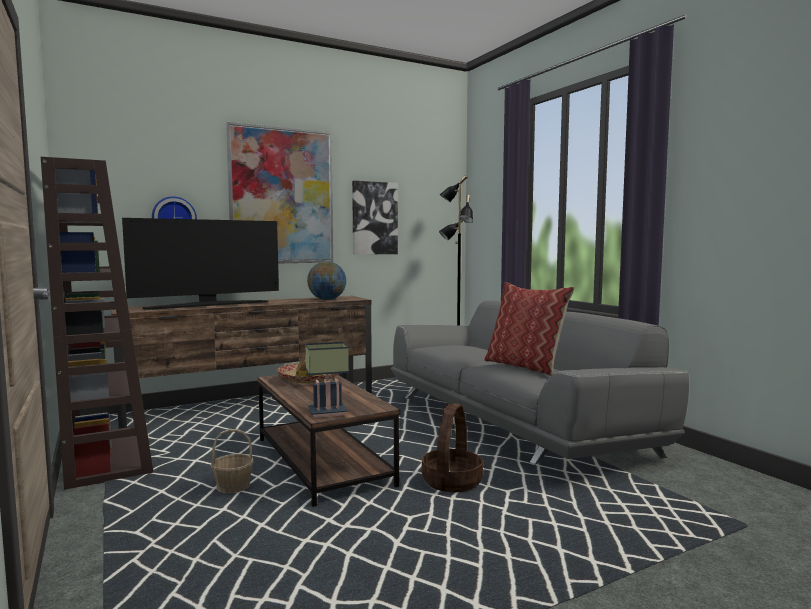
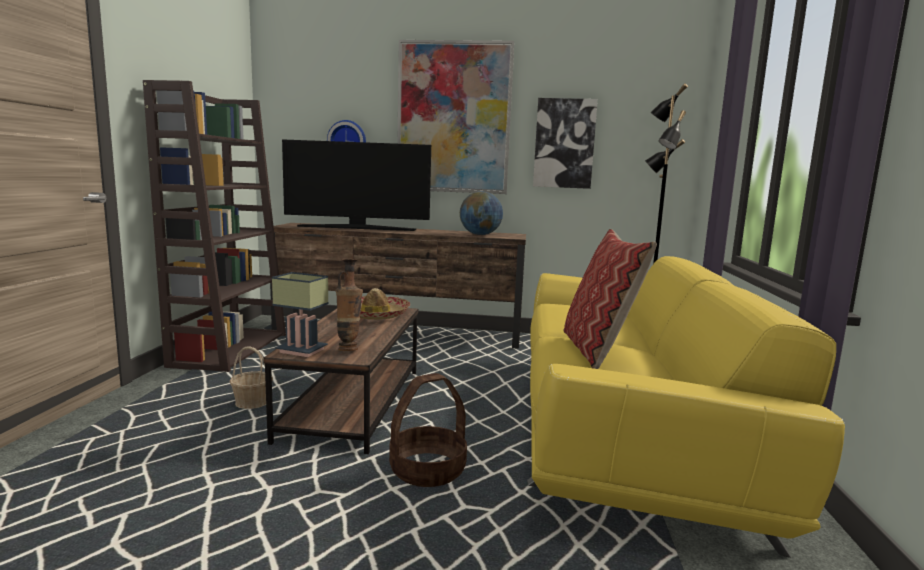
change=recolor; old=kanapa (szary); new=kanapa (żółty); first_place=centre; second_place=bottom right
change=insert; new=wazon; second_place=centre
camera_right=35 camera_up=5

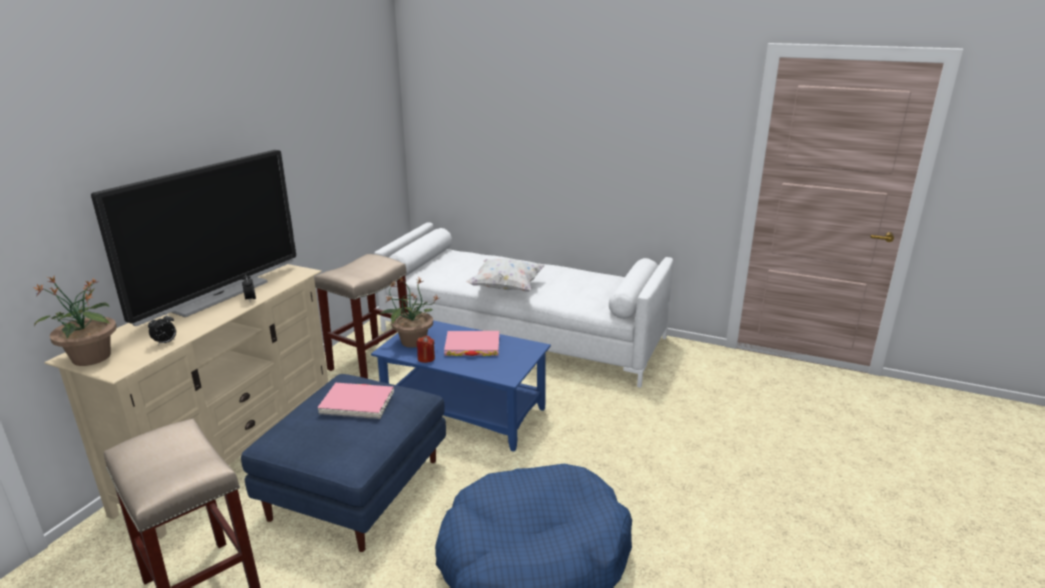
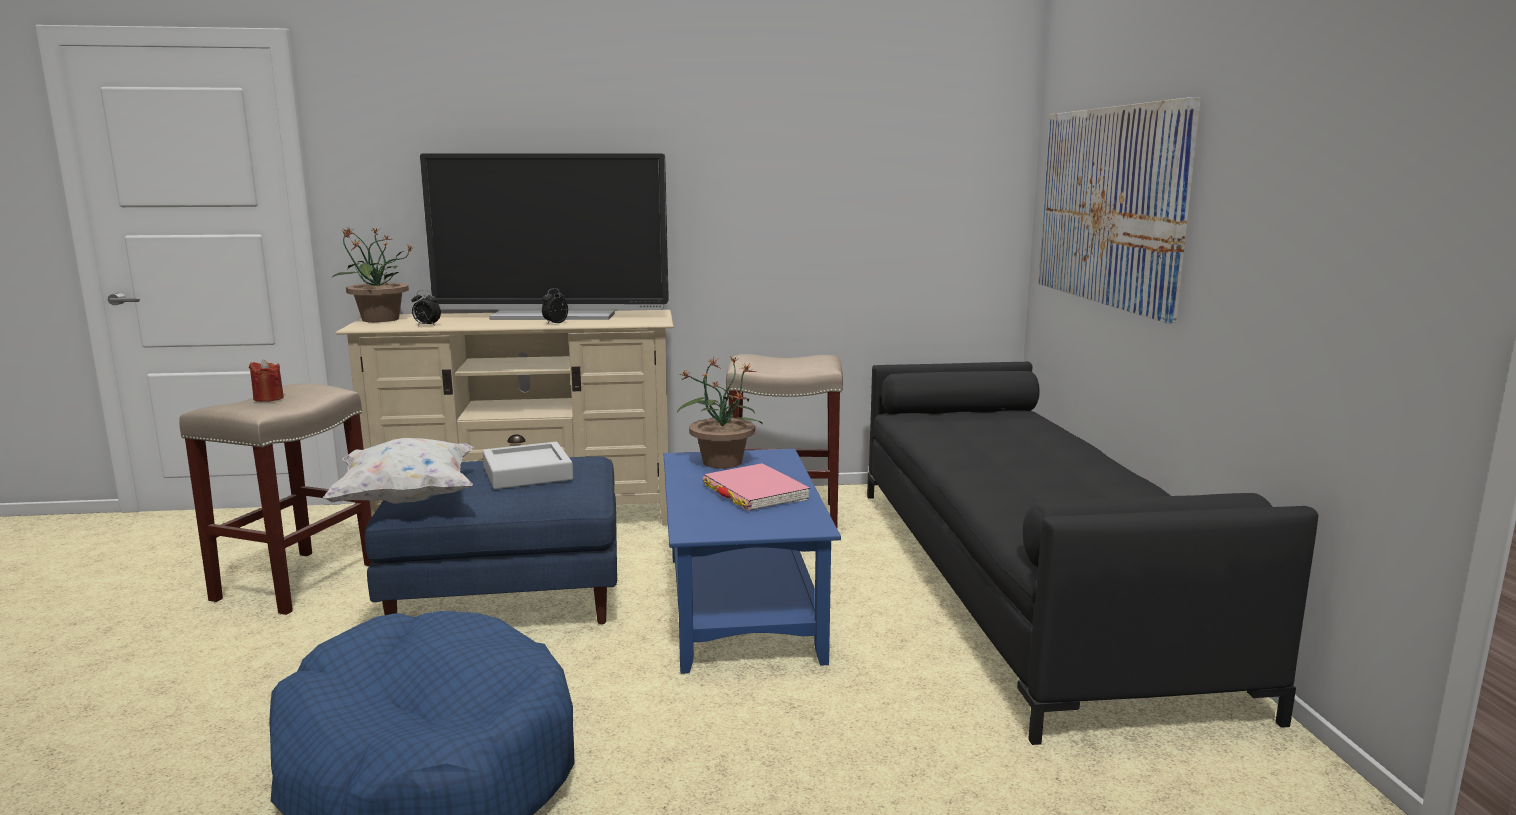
change=replace; old=książka (różowy) (1st from left); new=taca (szary); first_place=bottom centre; second_place=centre
change=recolor; old=kanapa (biały); new=kanapa (czarny); first_place=centre; second_place=bottom right
change=move; old=świeca (czerwony); first_place=centre; second_place=middle left
change=move; old=poduszka (biały); first_place=centre; second_place=middle left
change=insert; new=obraz; second_place=top right
camera_right=60 camera_up=-10

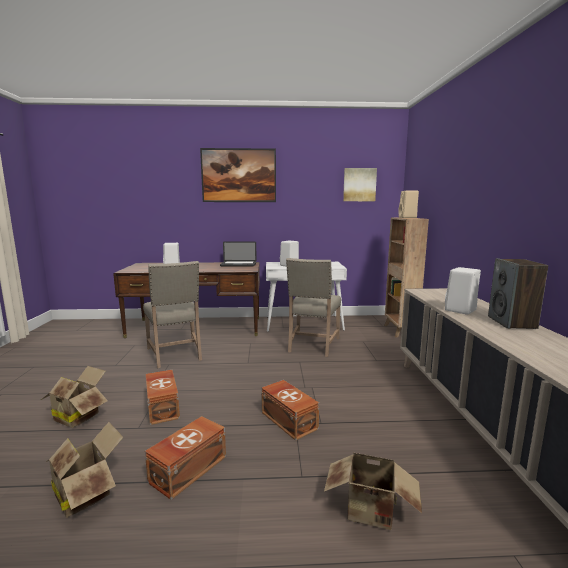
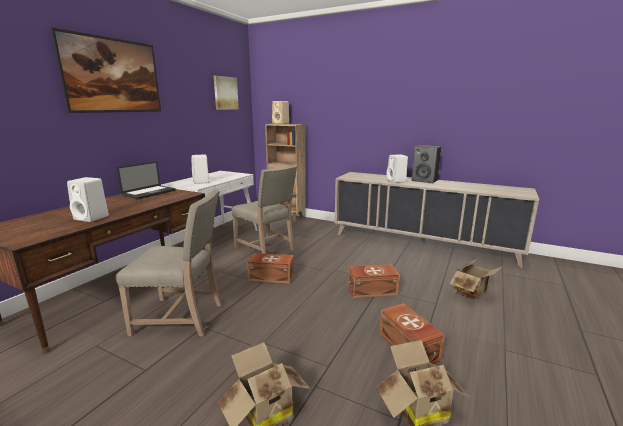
change=move; old=pojemnik do przechowywania (brązowy) (1st from left); first_place=bottom left; second_place=centre
camera_right=-60 camera_up=5

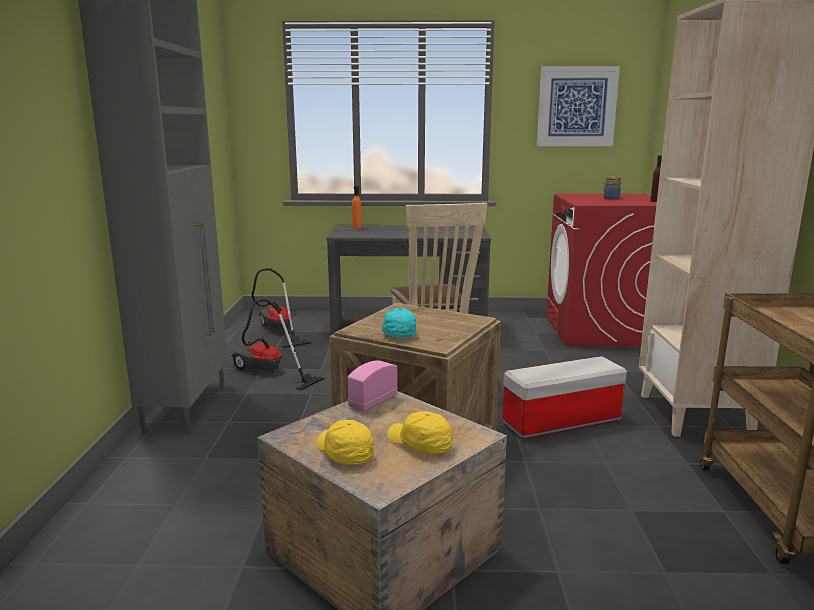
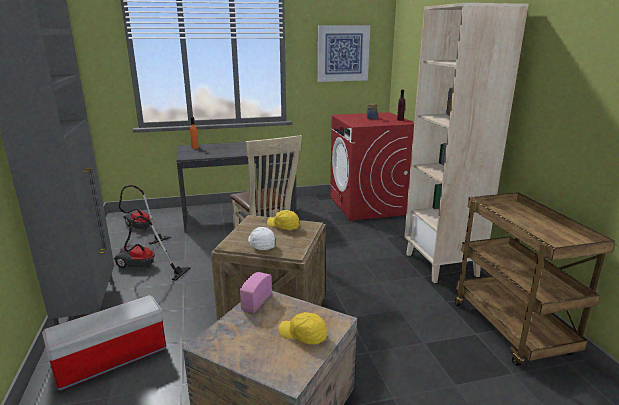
change=move; old=czapka z daszkiem (żółty) (1st from left); first_place=bottom centre; second_place=centre
change=recolor; old=czapka z daszkiem (turkusowy); new=czapka z daszkiem (biały); first_place=centre; second_place=centre
change=move; old=pojemnik do przechowywania; first_place=middle right; second_place=bottom left
camera_right=-15 camera_up=5

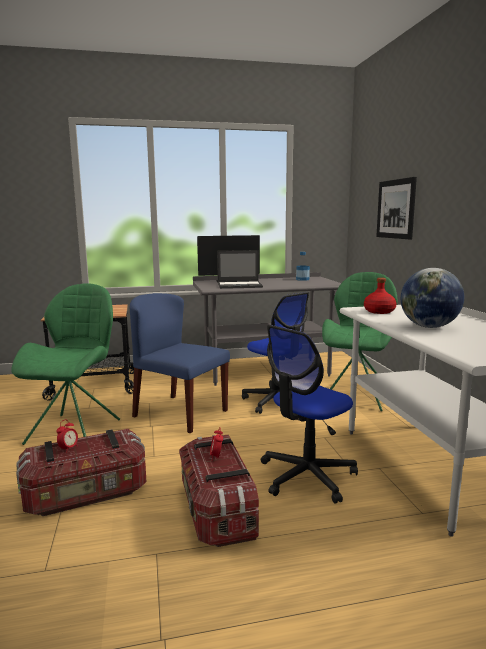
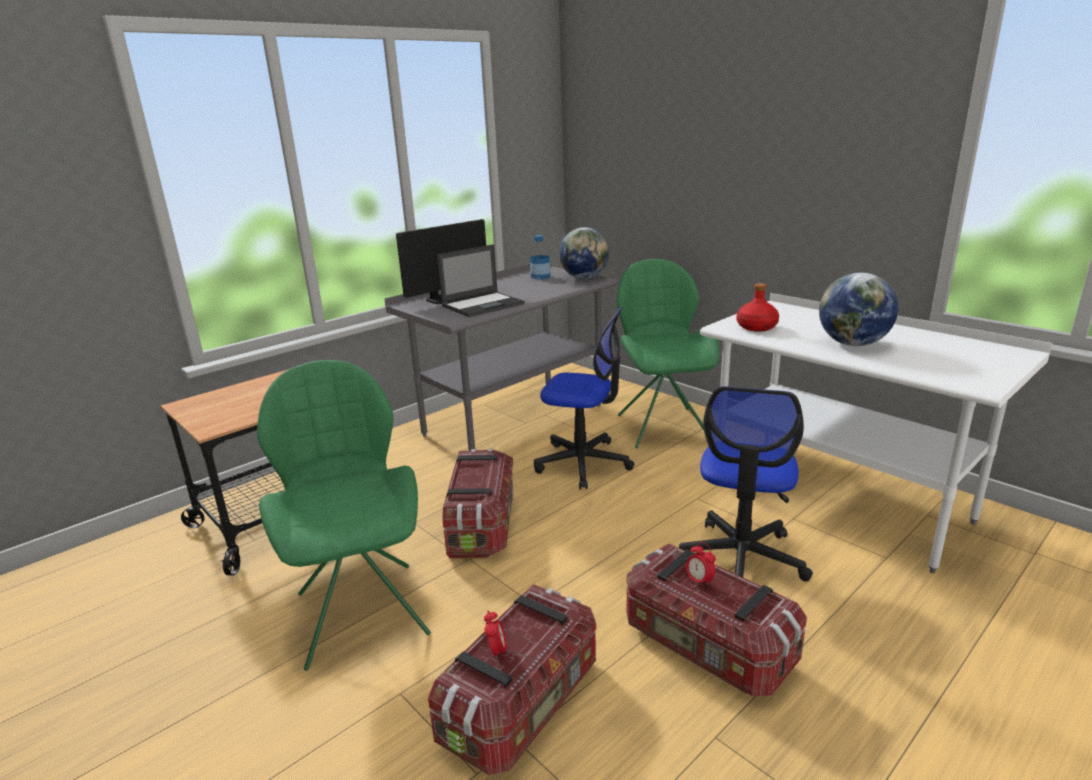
change=replace; old=krzesło (niebieski); new=pojemnik do przechowywania (1st from left); first_place=centre; second_place=centre
change=delete; old=obraz; first_place=top right
change=insert; new=globus (1st from left); second_place=top centre
camera_right=-30 camera_up=10

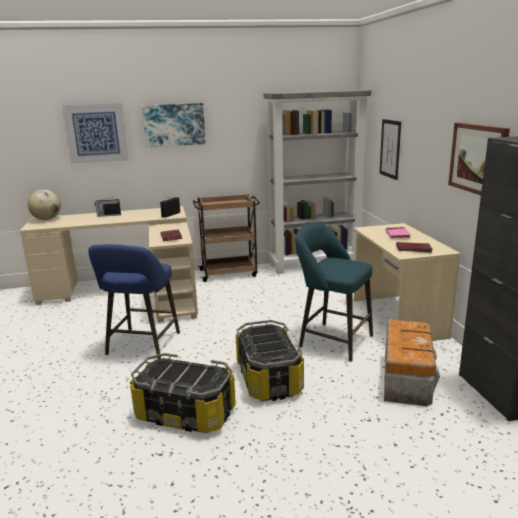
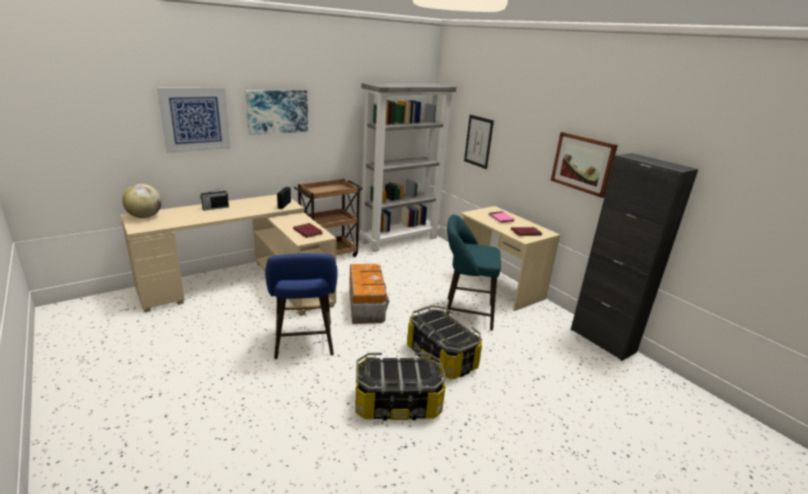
change=move; old=pojemnik do przechowywania (3rd from left in the first image); new=pojemnik do przechowywania (1st from left); first_place=bottom right; second_place=centre
camera_right=-25 camera_up=5

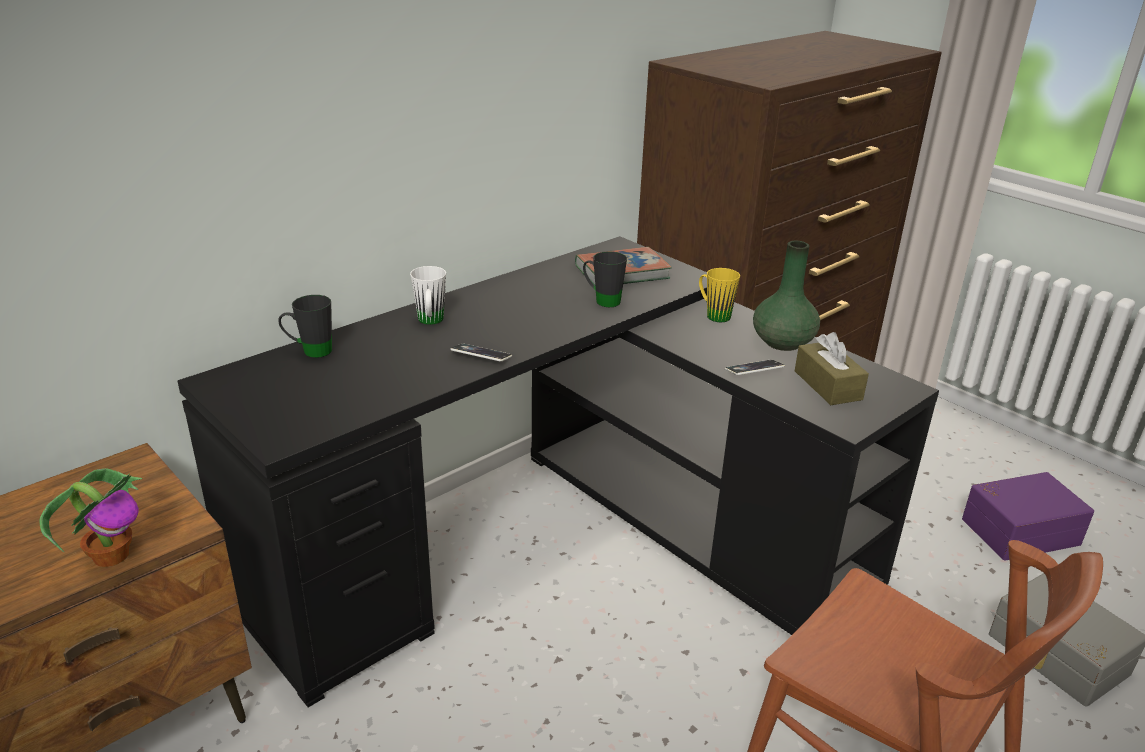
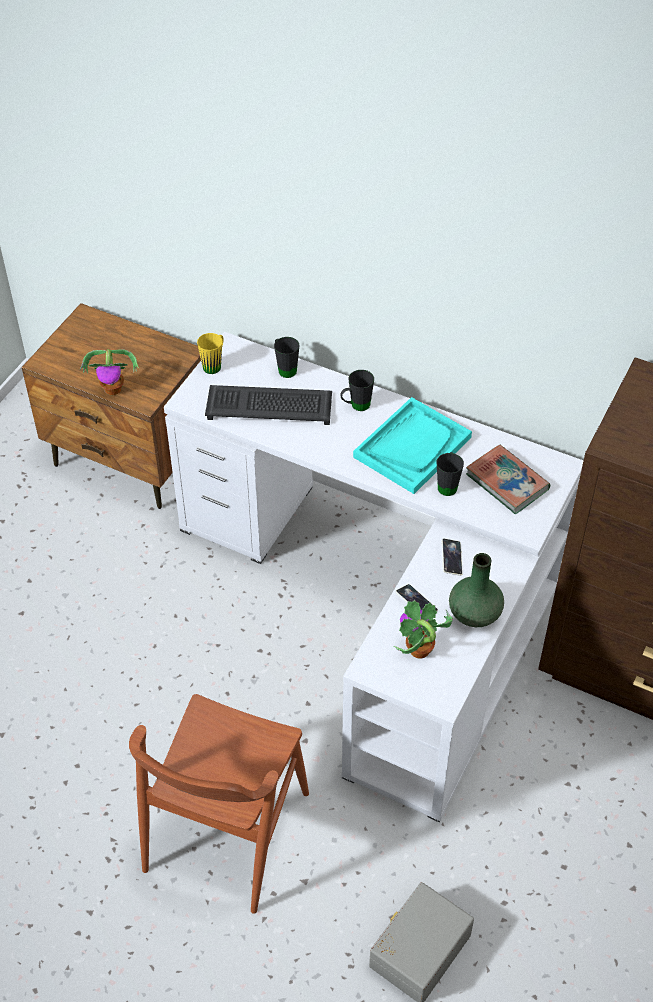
change=recolor; old=biurko (czarny); new=biurko (biały); first_place=centre; second_place=centre
change=recolor; old=kubek (biały); new=kubek (czarny) (2nd from left); first_place=centre; second_place=centre
change=move; old=telefon (1st from left in the first image); new=telefon (2nd from left); first_place=centre; second_place=middle right
change=move; old=kubek (żółty); first_place=centre; second_place=middle left
change=replace; old=pudełko chusteczek (brązowy); new=roślina doniczkowa (2nd from left); first_place=middle right; second_place=centre
change=delete; old=pojemnik do przechowywania (fioletowy); first_place=bottom right
change=insert; new=klawiatura; second_place=centre
change=insert; new=taca (turkusowy); second_place=centre
camera_right=70 camera_up=20

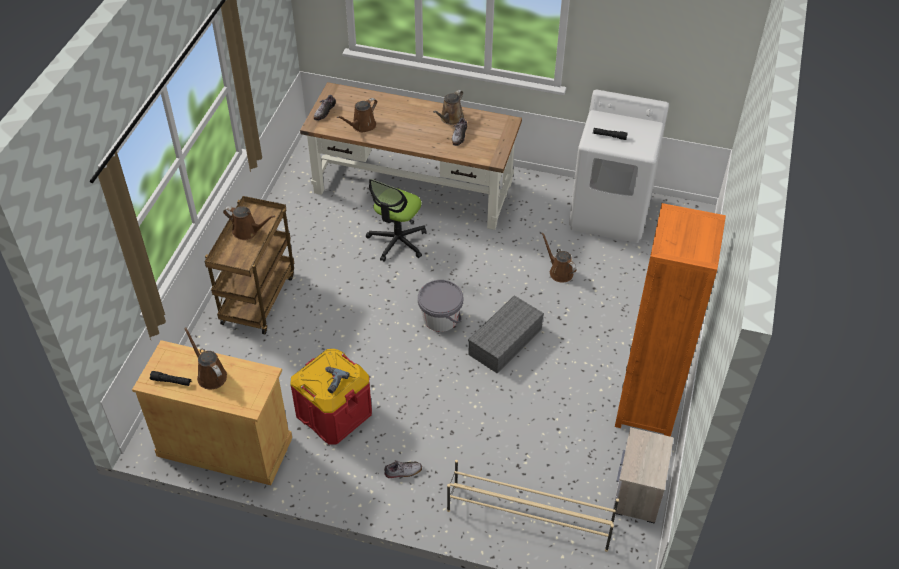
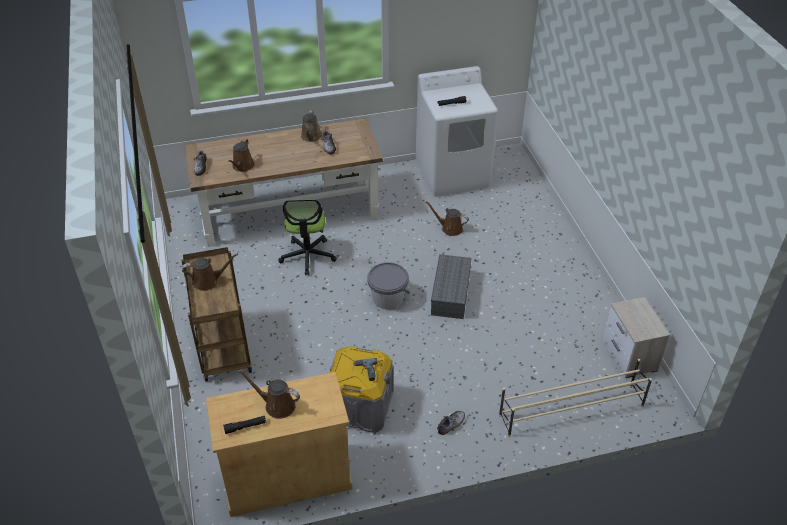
change=recolor; old=pojemnik do przechowywania (czerwony); new=pojemnik do przechowywania (szary) (1st from left); first_place=bottom centre; second_place=bottom centre
change=delete; old=regał (pomarańczowy); first_place=middle right
camera_right=-30 camera_up=-5

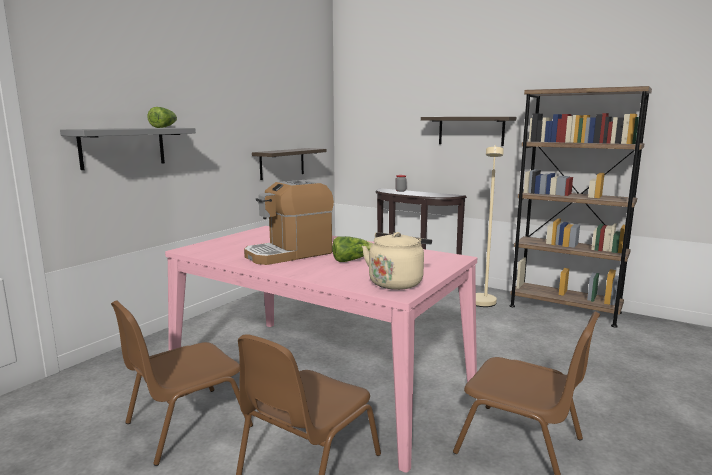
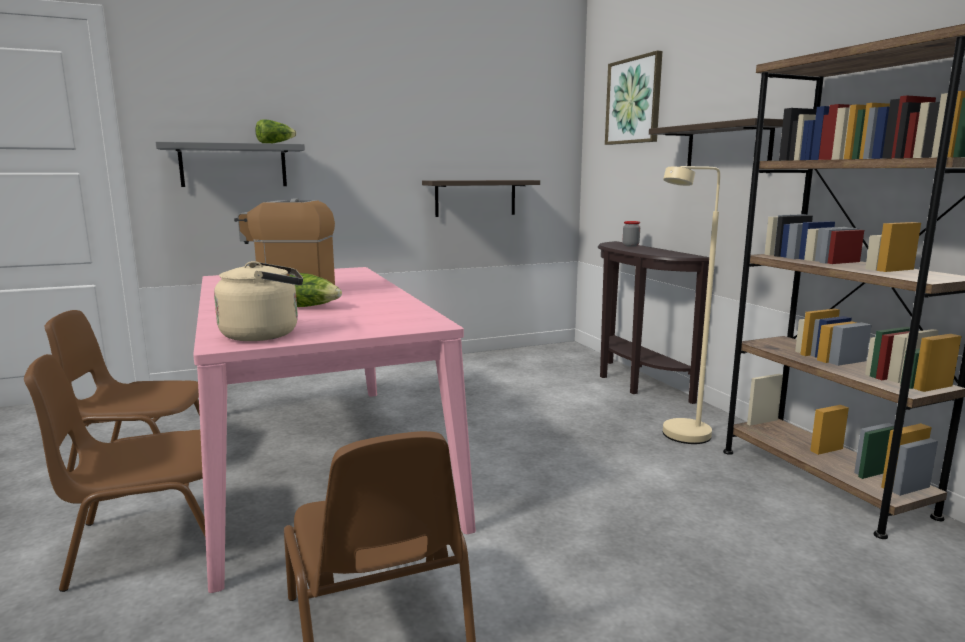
change=insert; new=obraz; second_place=top centre
camera_right=35 camera_up=0

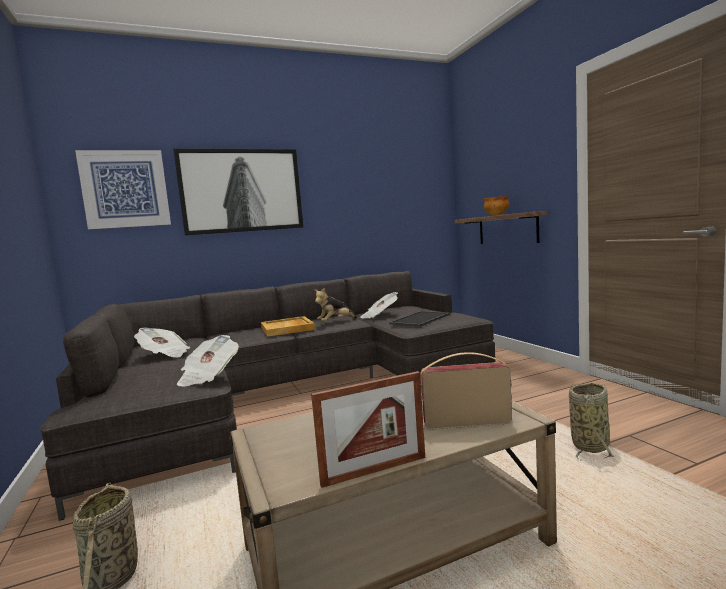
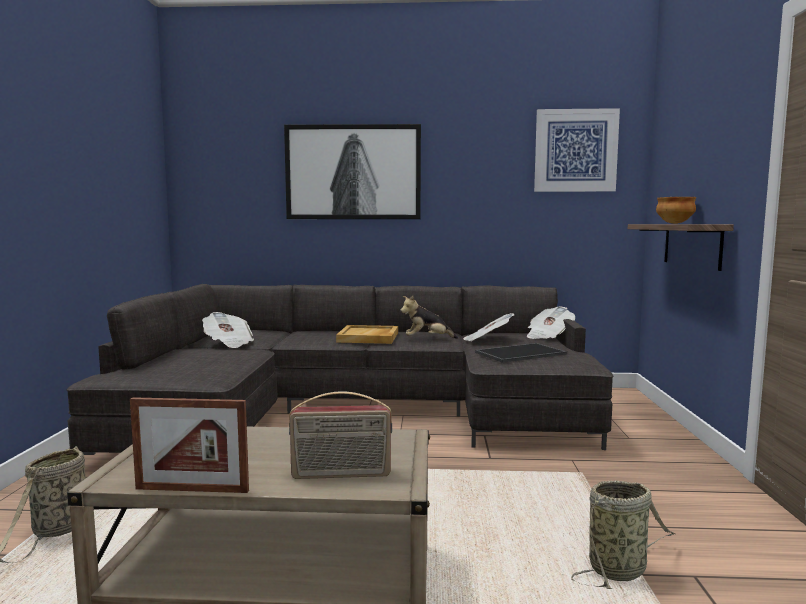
change=move; old=obraz (1st from left in the first image); new=obraz (2nd from left); first_place=top left; second_place=top right
change=move; old=gazeta (2nd from left in the first image); new=gazeta (3rd from left); first_place=middle left; second_place=middle right
change=rotate; old=radio; first_place=centre; second_place=bottom centre; degrees=150
camera_right=25 camera_up=0

